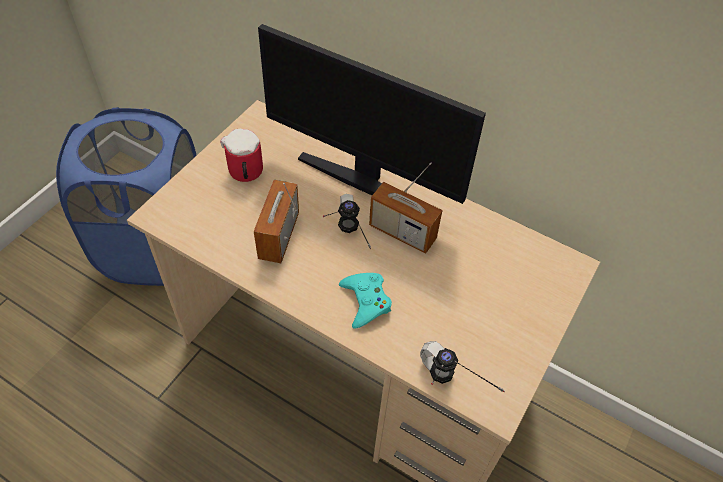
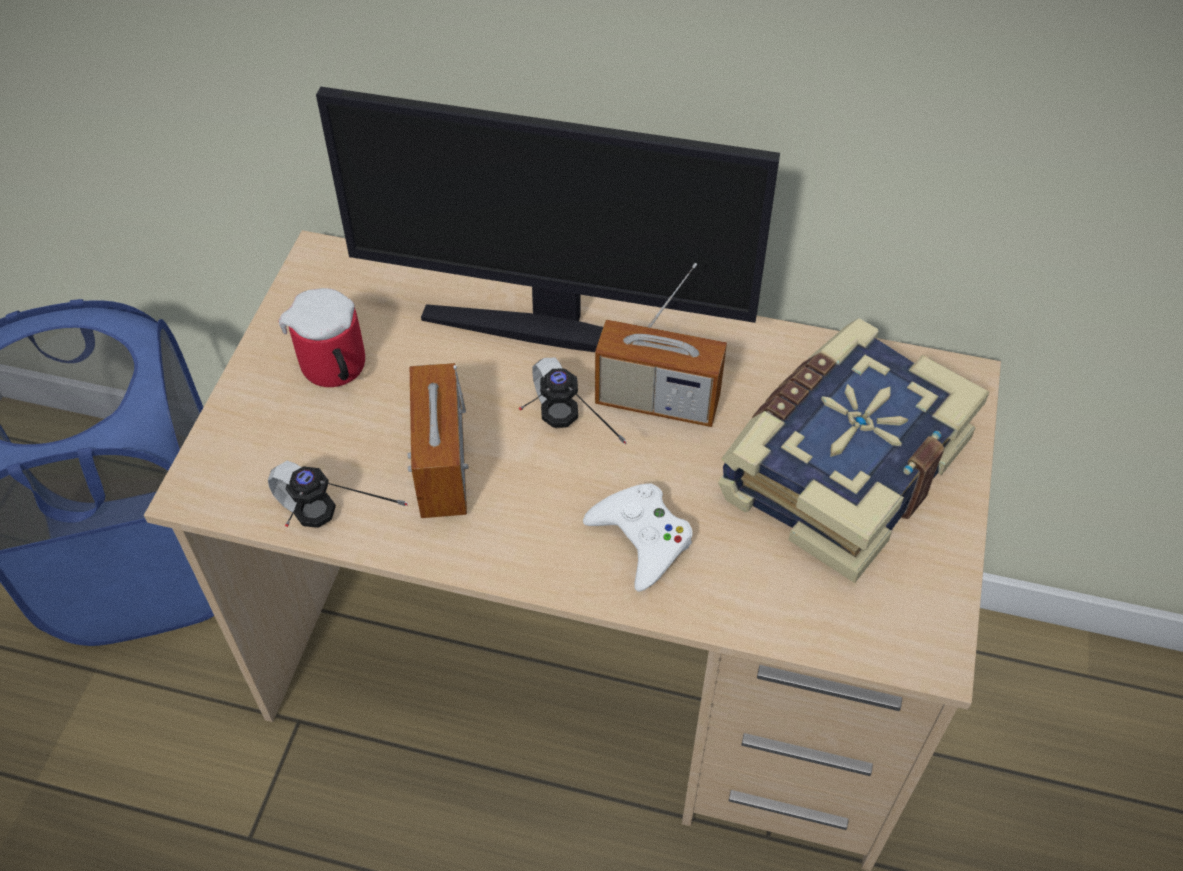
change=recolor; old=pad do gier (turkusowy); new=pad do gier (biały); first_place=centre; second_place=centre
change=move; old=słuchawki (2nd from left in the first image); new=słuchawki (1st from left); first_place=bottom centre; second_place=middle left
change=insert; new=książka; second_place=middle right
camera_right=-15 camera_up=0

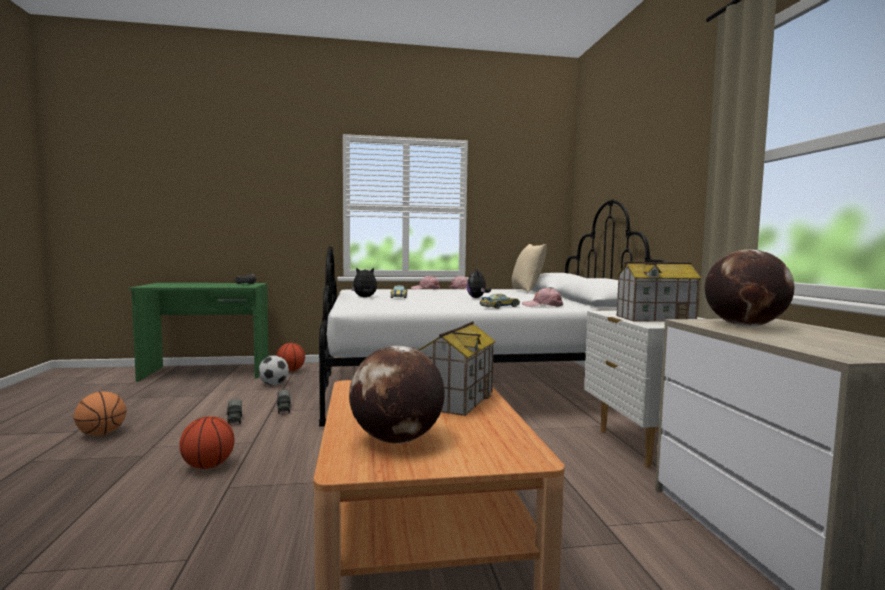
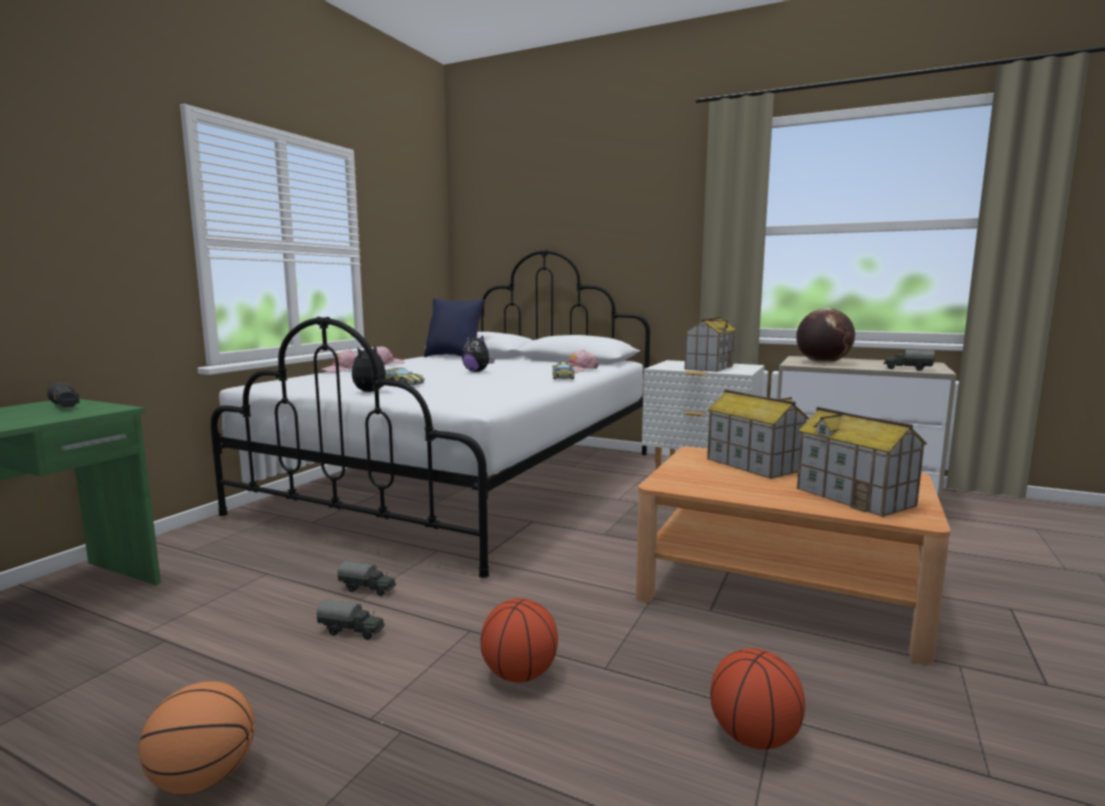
change=delete; old=piłka futbolowa; first_place=middle left
change=move; old=piłka do koszykówki (3rd from left); first_place=middle left; second_place=bottom right
change=replace; old=globus (1st from left); new=domek (3rd from left); first_place=bottom centre; second_place=middle right
change=recolor; old=poduszka (beżowy); new=poduszka (niebieski); first_place=centre; second_place=centre
change=insert; new=ciężarówka zabawkowa (3rd from left); second_place=middle right
camera_right=-55 camera_up=5

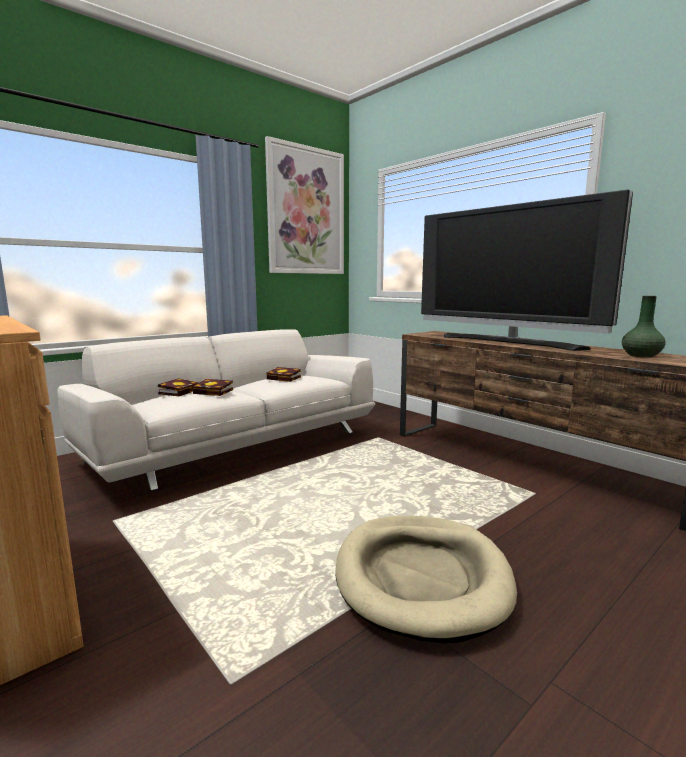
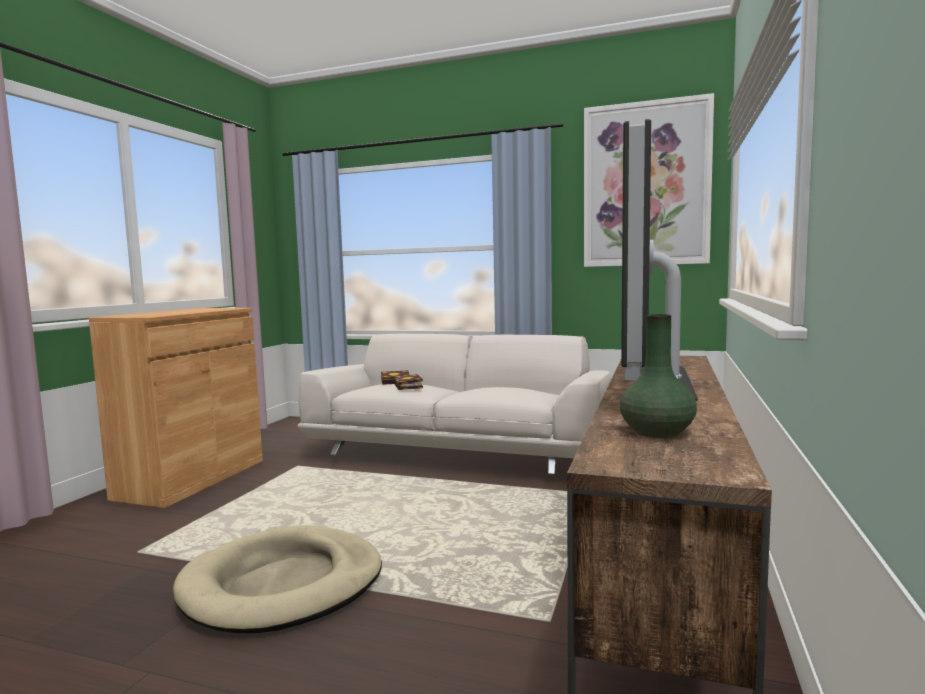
change=delete; old=książka (3rd from left); first_place=centre
camera_right=60 camera_up=-5

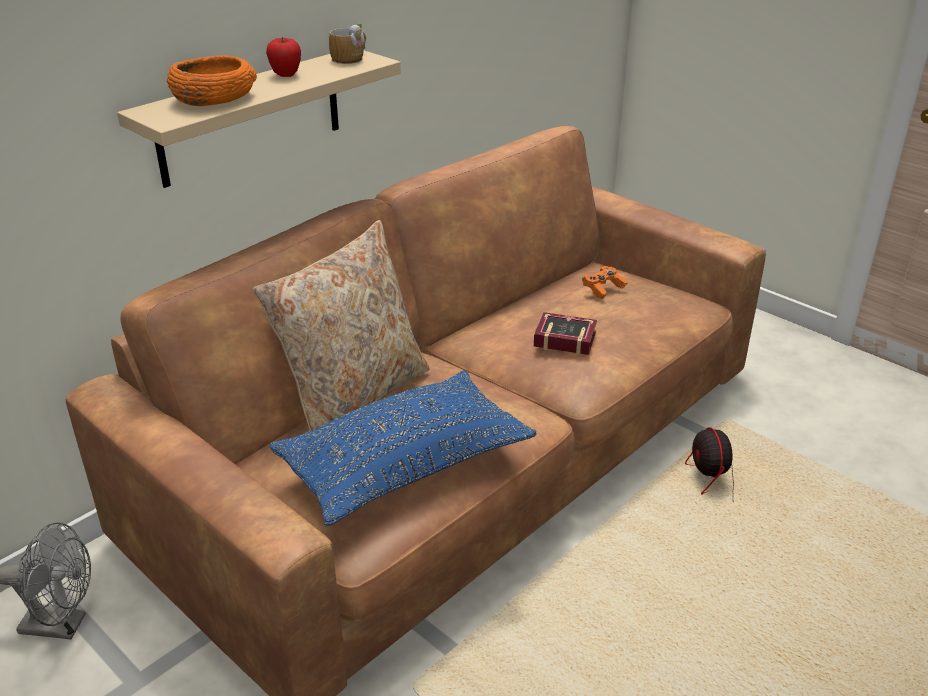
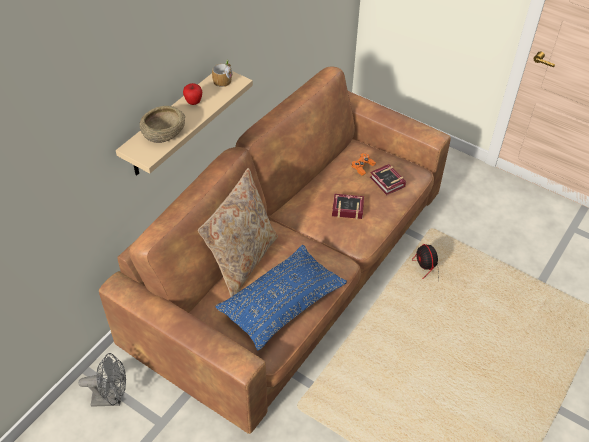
change=recolor; old=miska (pomarańczowy); new=miska (beżowy); first_place=top left; second_place=top left
change=insert; new=książka (2nd from left); second_place=centre
camera_right=-10 camera_up=15

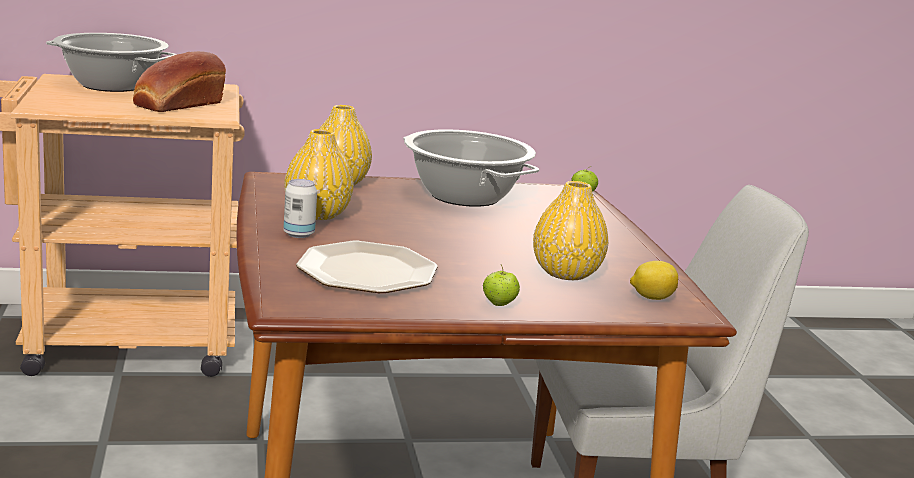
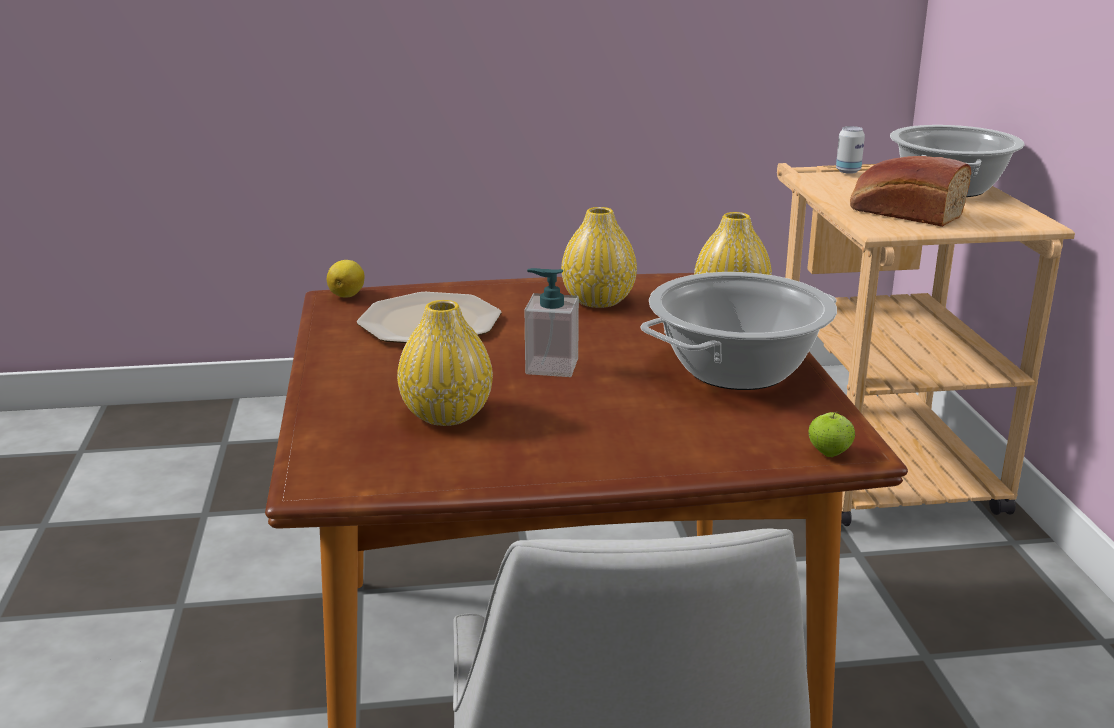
change=move; old=puszka; first_place=middle left; second_place=top right
change=delete; old=jabłko (1st from left); first_place=centre
change=move; old=cytryna; first_place=middle right; second_place=middle left
change=insert; new=dozownik mydła; second_place=centre
camera_right=95 camera_up=5

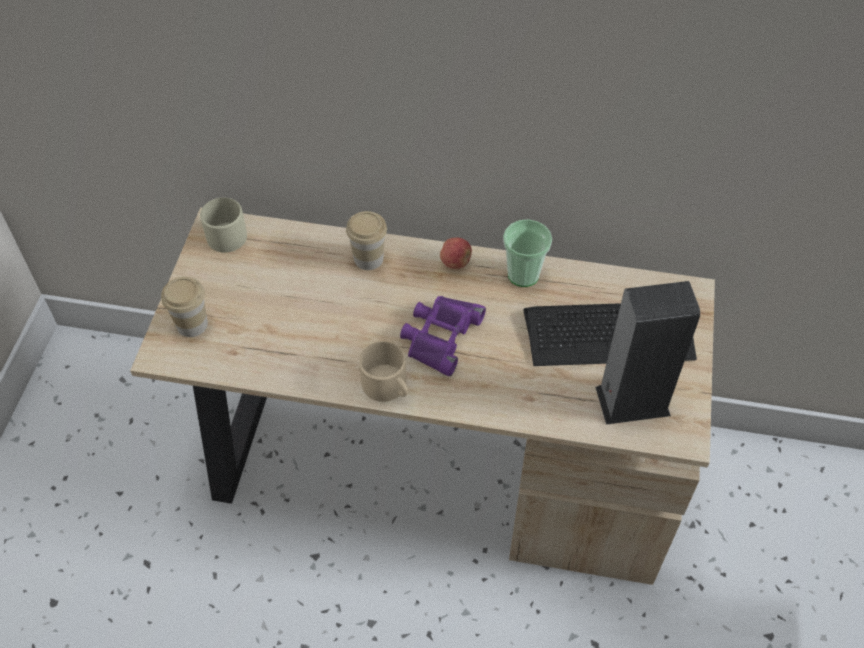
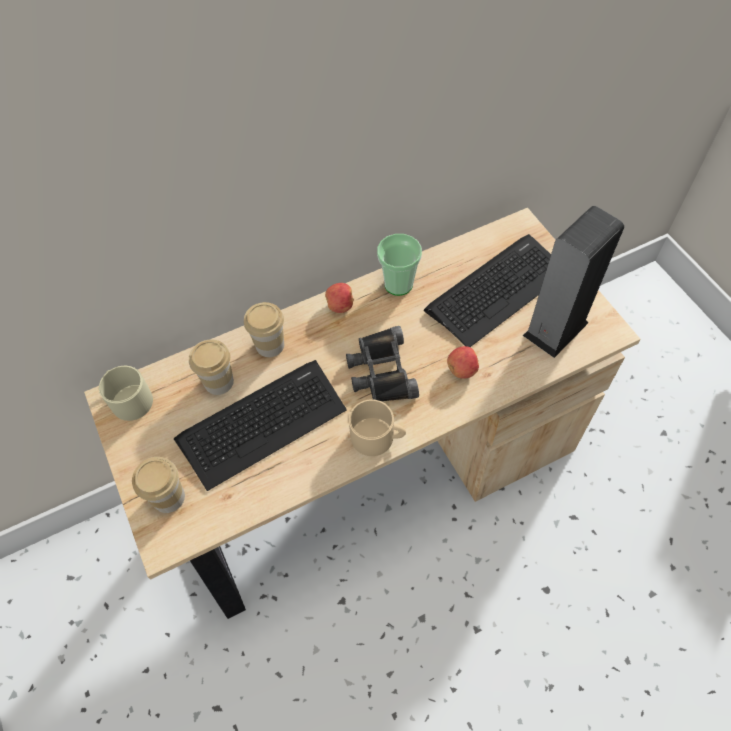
change=recolor; old=lornetka (fioletowy); new=lornetka (czarny); first_place=centre; second_place=centre
change=insert; new=klawiatura (1st from left); second_place=centre
change=insert; new=filiżanka (2nd from left); second_place=middle left
change=insert; new=jabłko (2nd from left); second_place=centre
camera_right=-35 camera_up=5

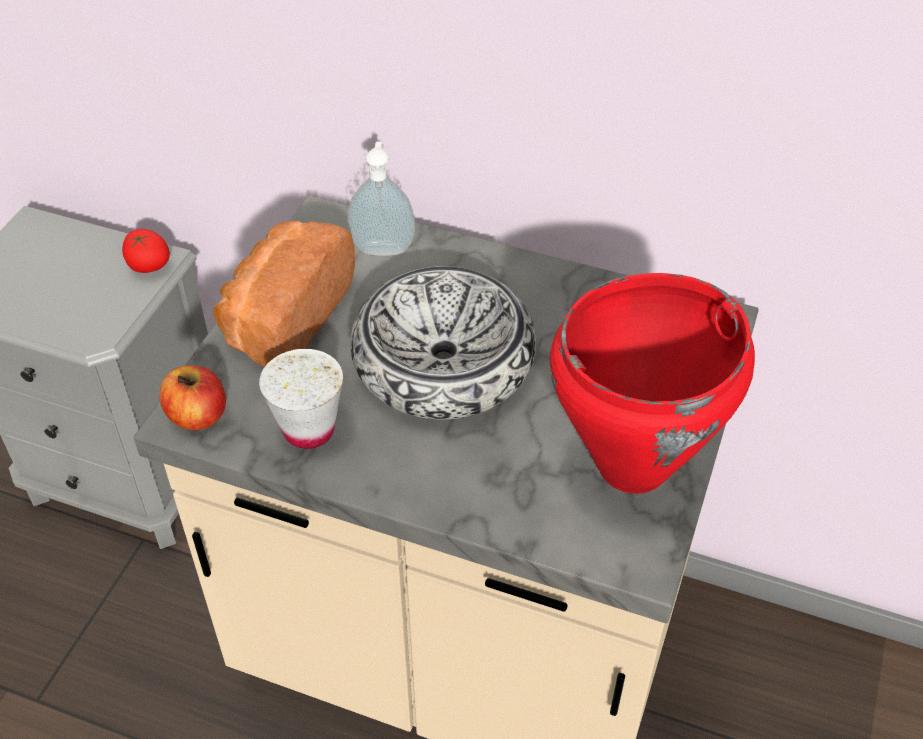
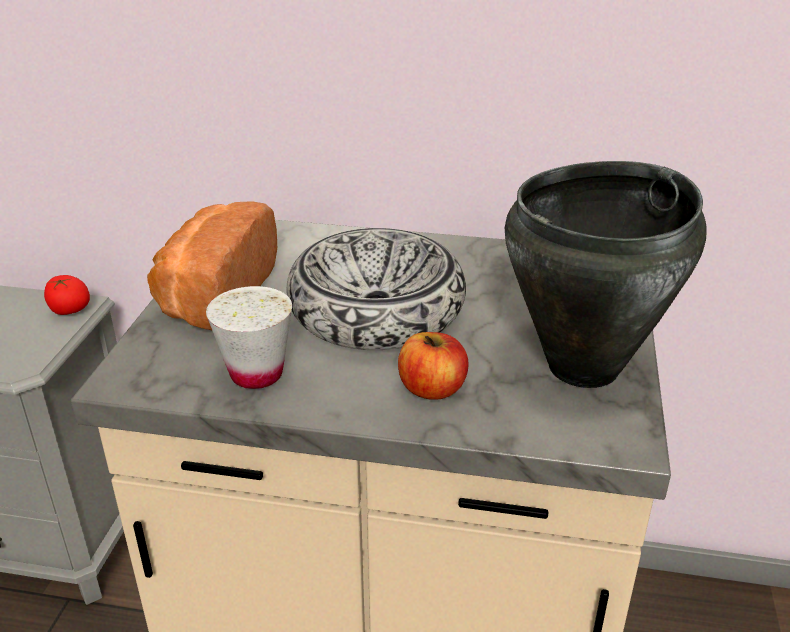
change=move; old=jabłko; first_place=middle left; second_place=centre
change=delete; old=dozownik mydła; first_place=top centre
change=recolor; old=garnek (czerwony); new=garnek (czarny); first_place=middle right; second_place=middle right
camera_right=-10 camera_up=-15

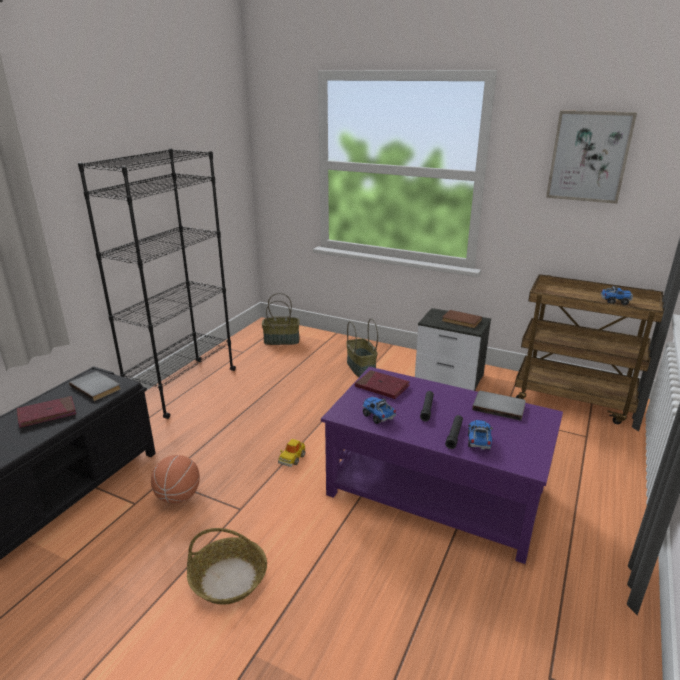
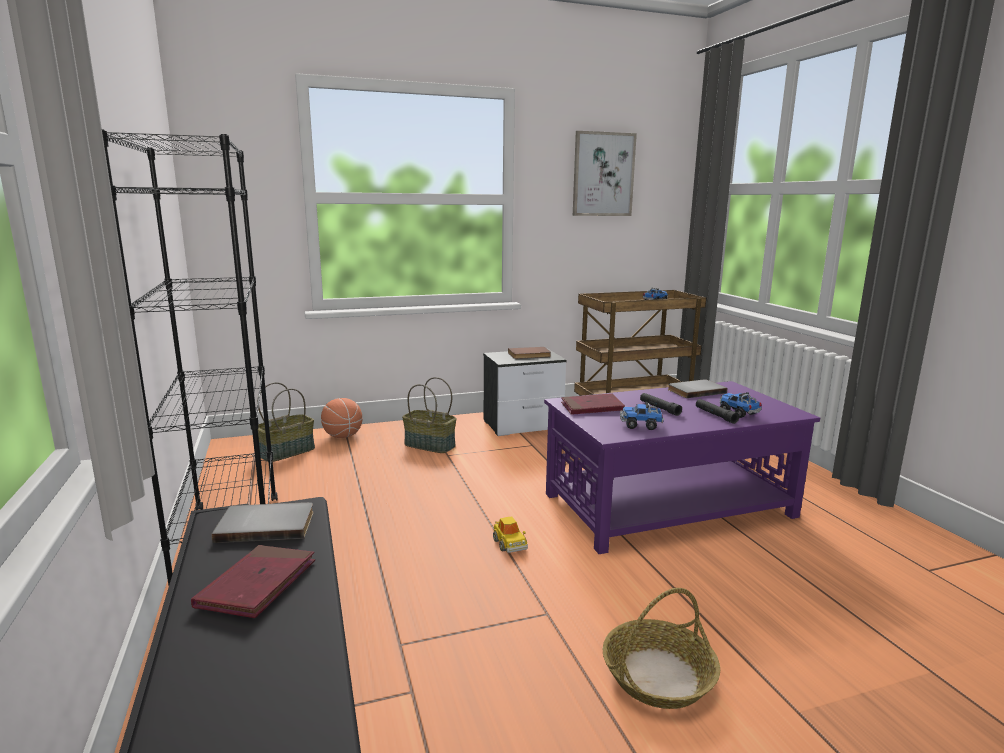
change=move; old=piłka do koszykówki; first_place=bottom left; second_place=centre
camera_right=-45 camera_up=-10

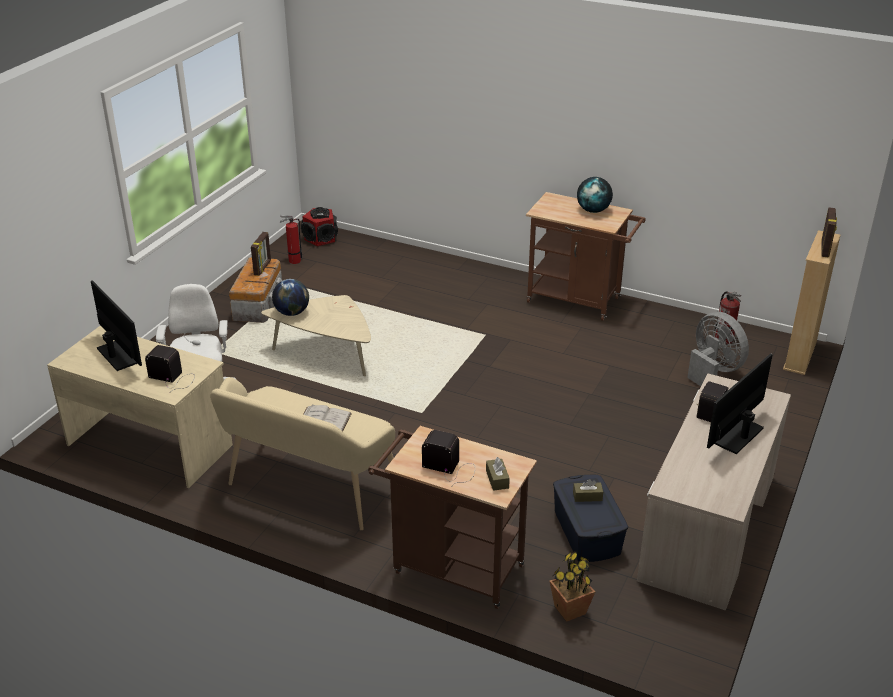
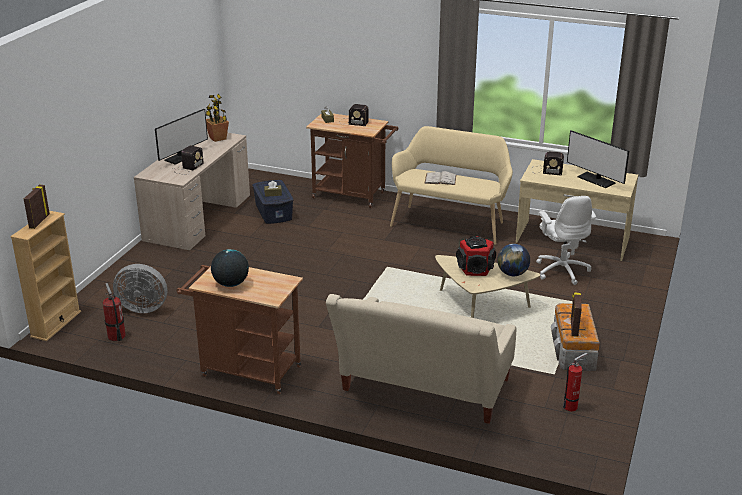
change=move; old=głośnik; first_place=top centre; second_place=centre
change=move; old=roślina doniczkowa; first_place=bottom centre; second_place=top left
change=rotate; old=wentylator (szary); first_place=middle right; second_place=middle left; degrees=-45
change=insert; new=kanapa (beżowy); second_place=bottom centre
camera_right=175 camera_up=-5

